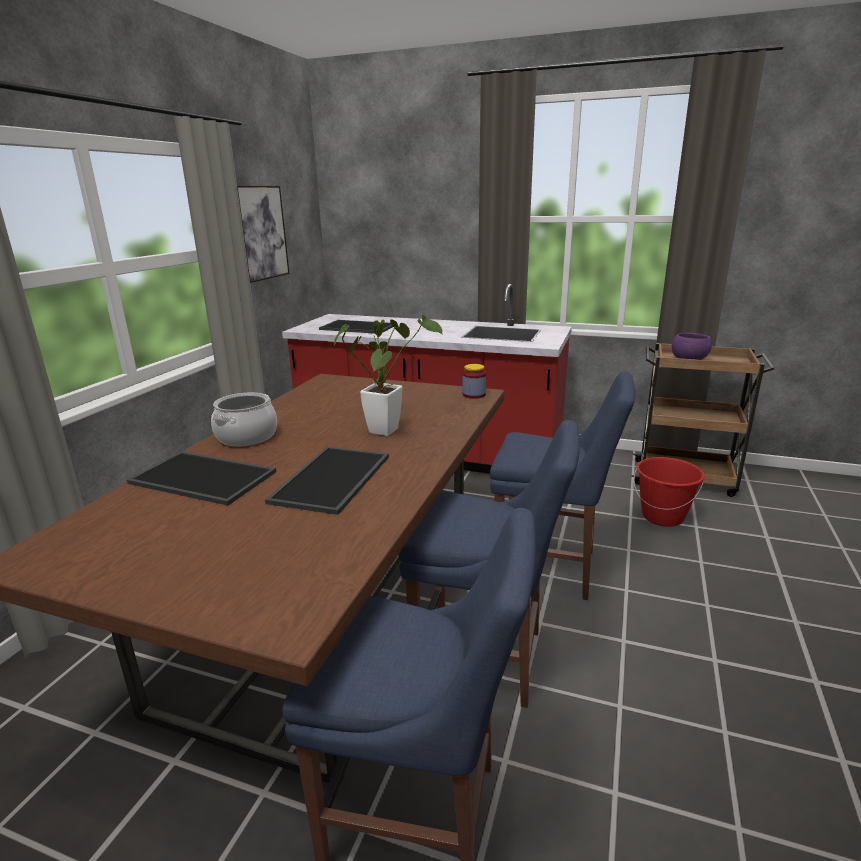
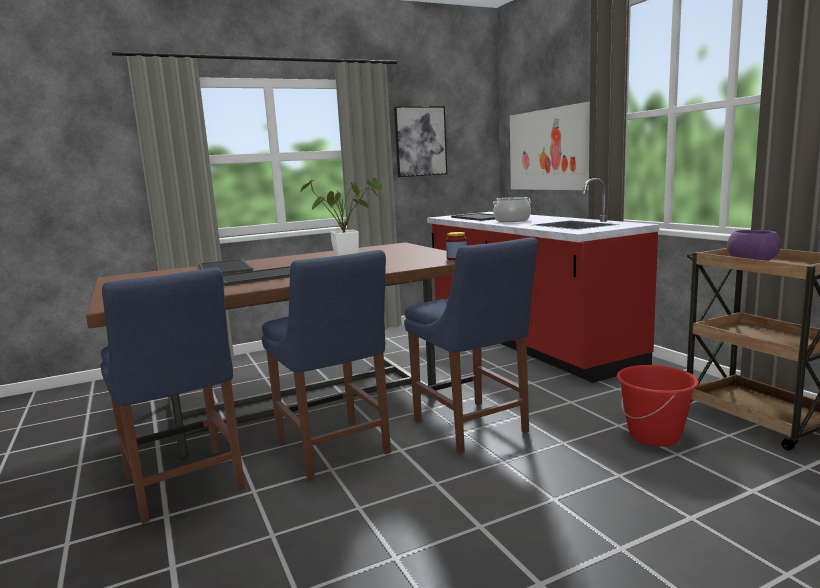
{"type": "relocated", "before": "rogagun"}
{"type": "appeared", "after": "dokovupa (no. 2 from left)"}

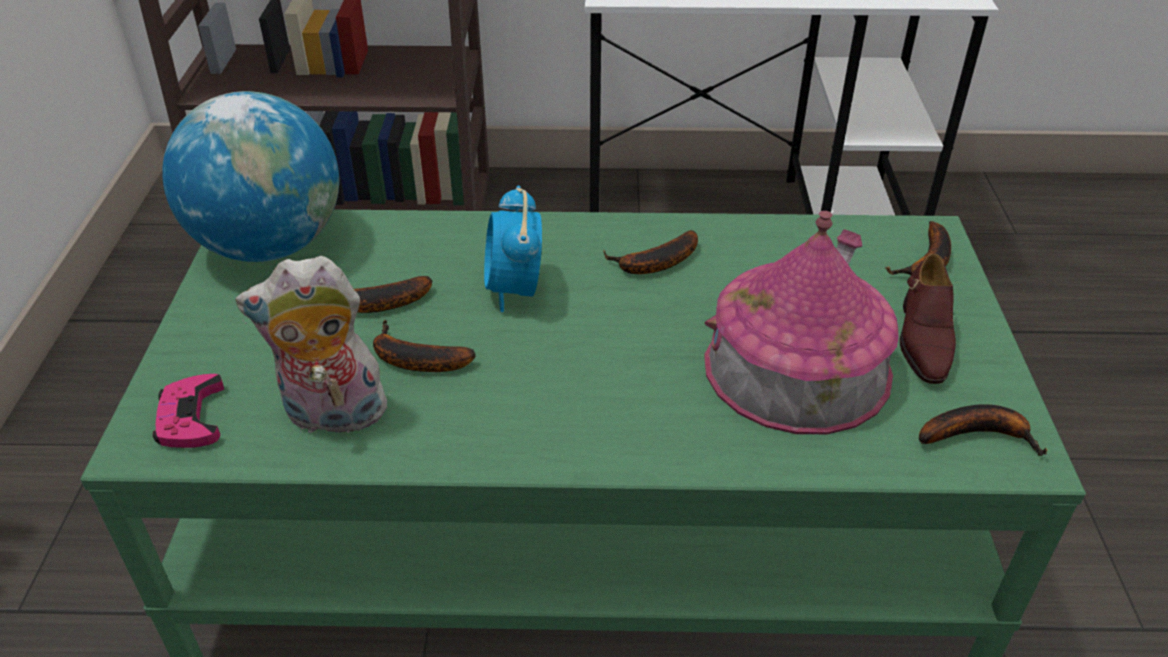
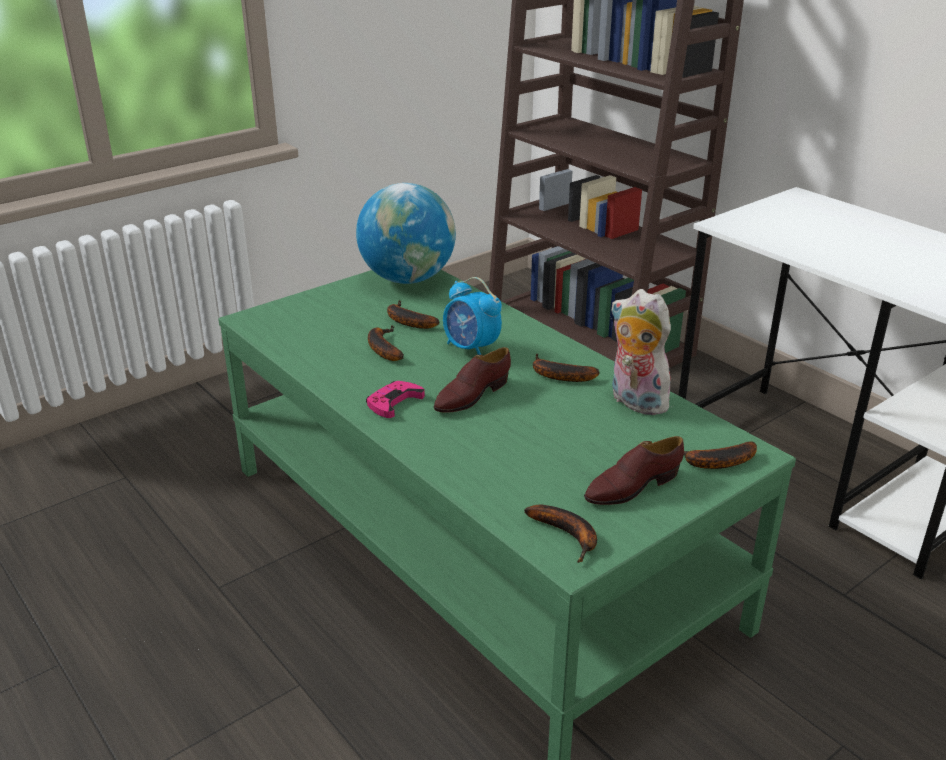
{"type": "relocated", "before": "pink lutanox"}
{"type": "relocated", "before": "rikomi"}
{"type": "spun", "before": "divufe", "turn": -90}
{"type": "missing", "before": "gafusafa"}
{"type": "appeared", "after": "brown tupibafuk (no. 1 from left)"}

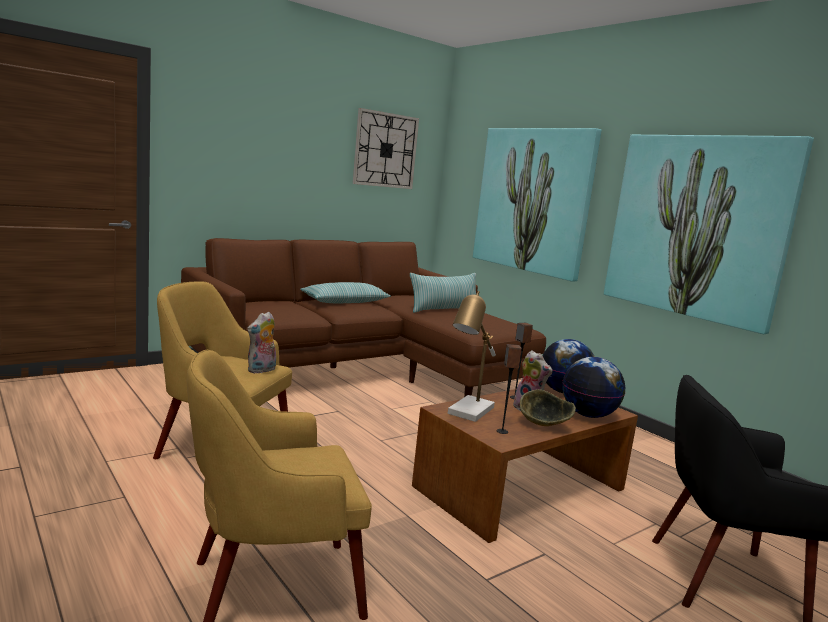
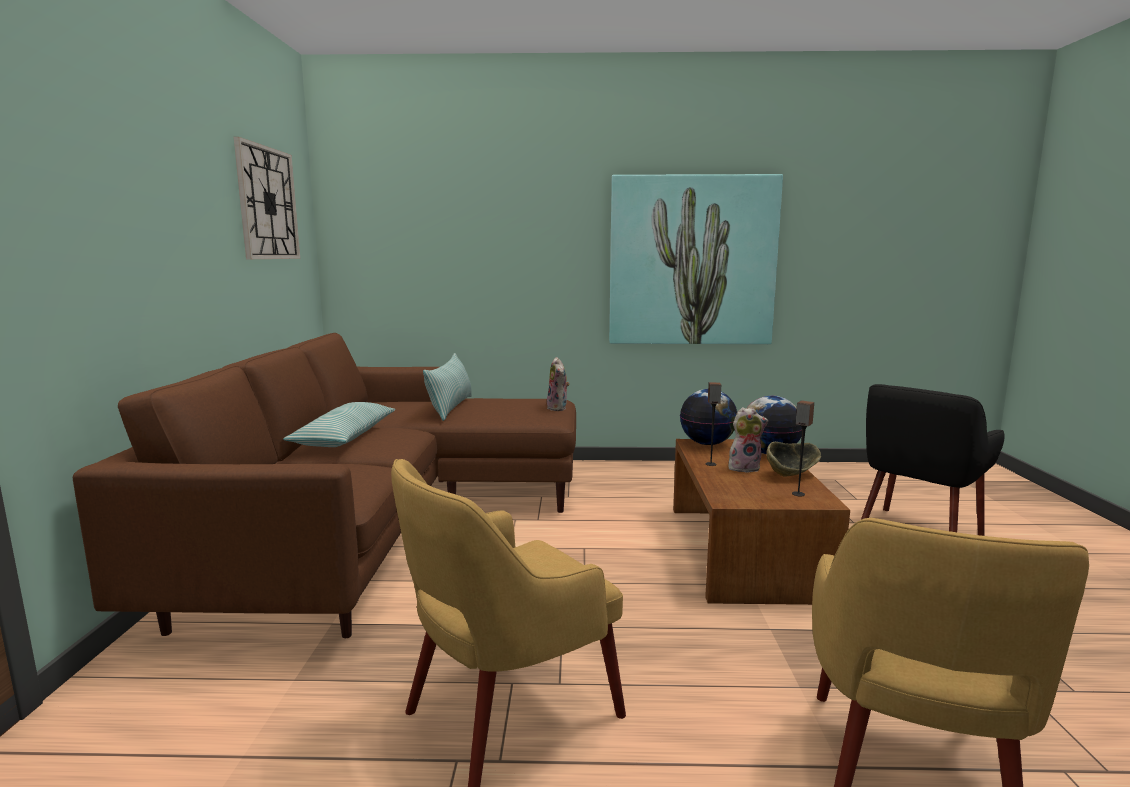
{"type": "relocated", "before": "rikomi (no. 1 from left)"}
{"type": "missing", "before": "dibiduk"}
{"type": "missing", "before": "dokovupa (no. 1 from left)"}

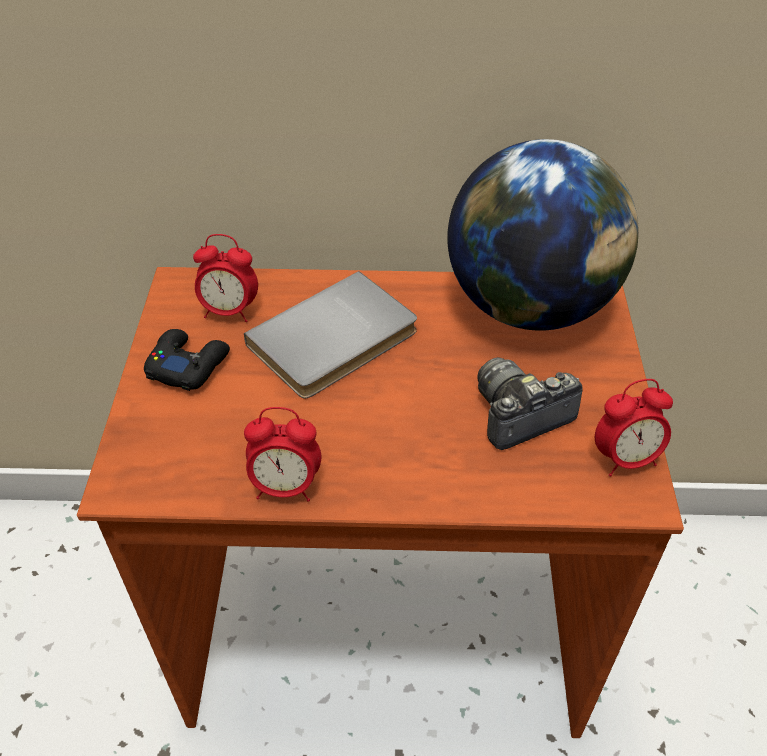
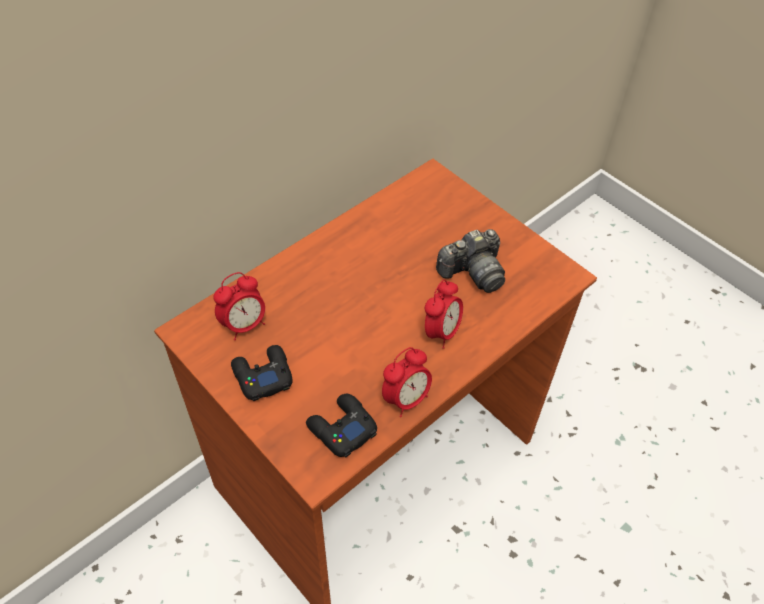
{"type": "missing", "before": "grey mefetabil"}
{"type": "missing", "before": "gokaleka"}
{"type": "spun", "before": "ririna", "turn": -135}
{"type": "relocated", "before": "divufe (no. 3 from left)"}
{"type": "appeared", "after": "black lutanox (no. 2 from left)"}

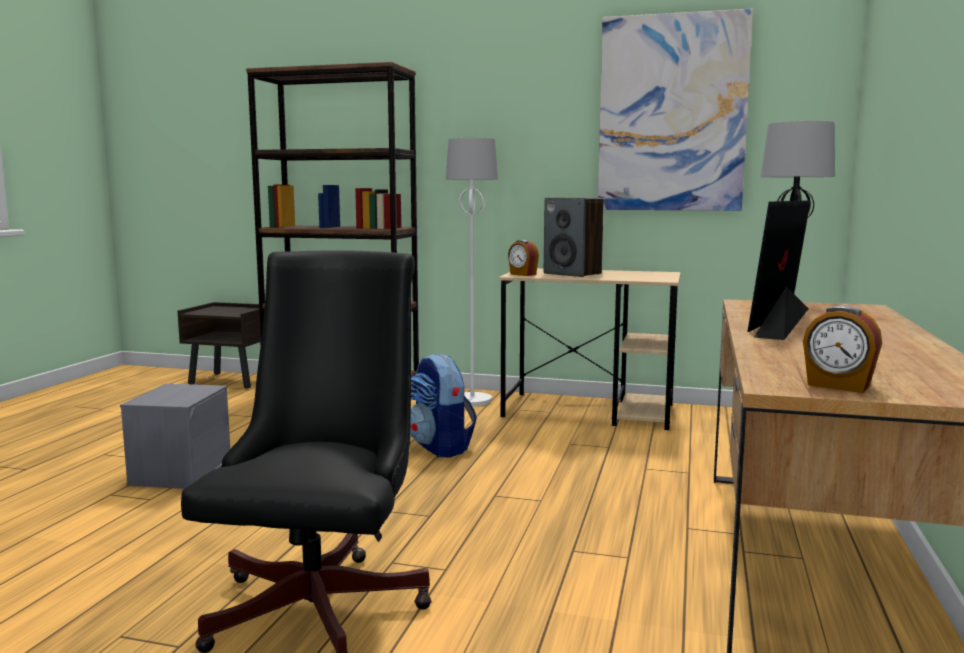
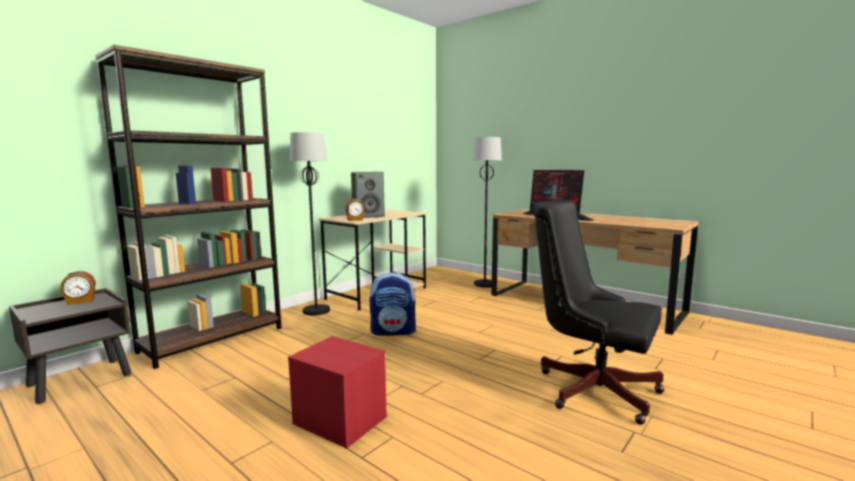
{"type": "colour", "before": "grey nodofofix", "after": "red nodofofix"}
{"type": "colour", "before": "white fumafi", "after": "black fumafi (no. 1 from left)"}
{"type": "missing", "before": "dokovupa"}
{"type": "relocated", "before": "divufe (no. 2 from left in the first image)", "after": "divufe (no. 1 from left)"}

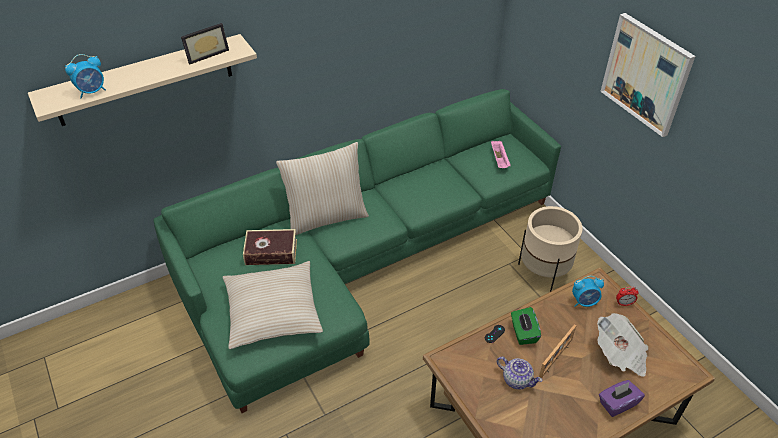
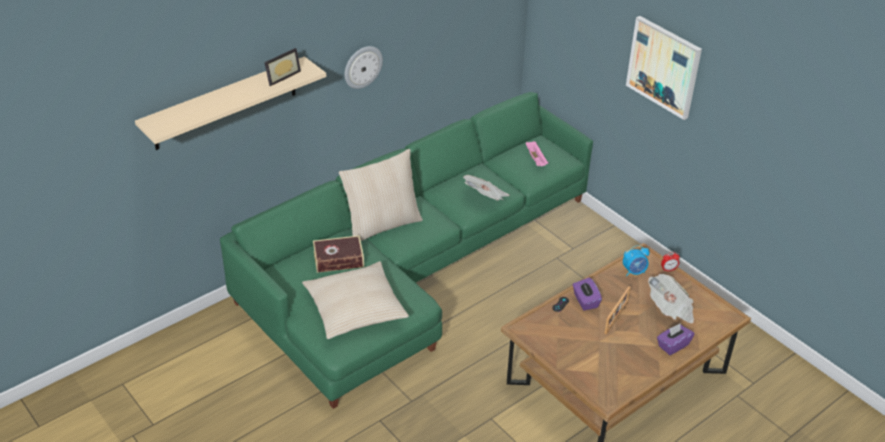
{"type": "missing", "before": "divufe (no. 1 from left)"}
{"type": "missing", "before": "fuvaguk"}
{"type": "colour", "before": "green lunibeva", "after": "purple lunibeva (no. 1 from left)"}
{"type": "missing", "before": "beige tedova"}
{"type": "appeared", "after": "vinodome"}
{"type": "appeared", "after": "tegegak (no. 1 from left)"}

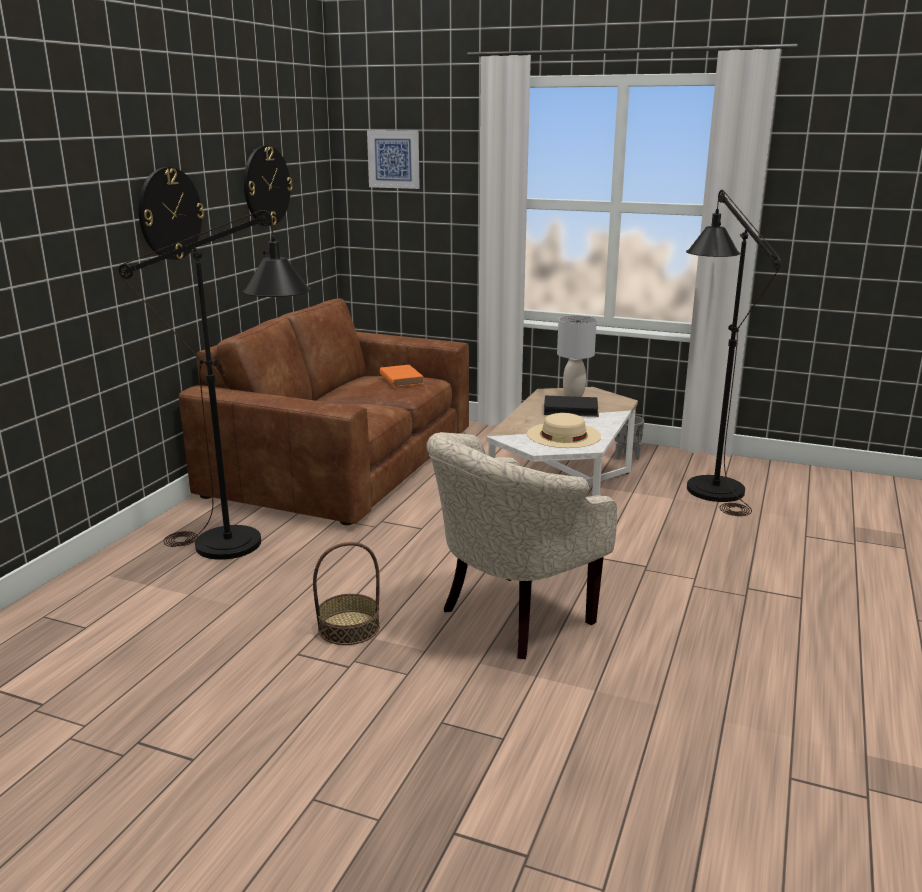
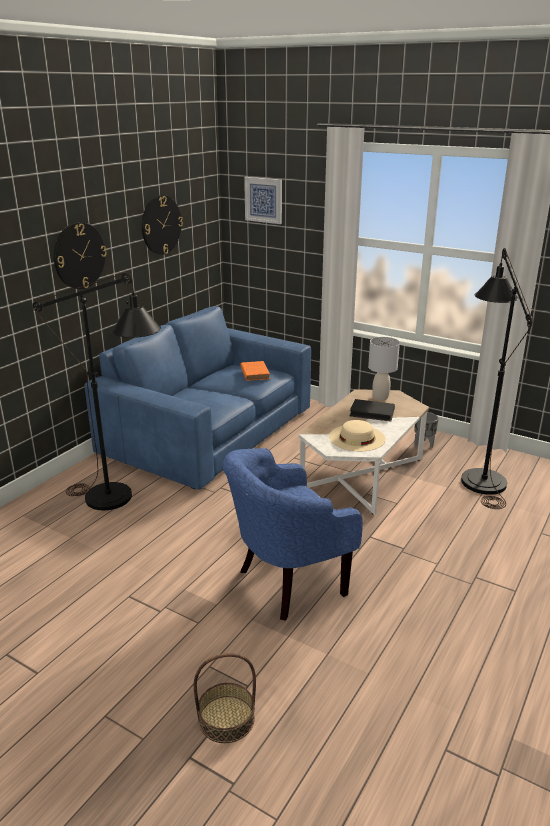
{"type": "colour", "before": "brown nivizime", "after": "blue nivizime"}
{"type": "relocated", "before": "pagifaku"}
{"type": "colour", "before": "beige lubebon", "after": "blue lubebon"}

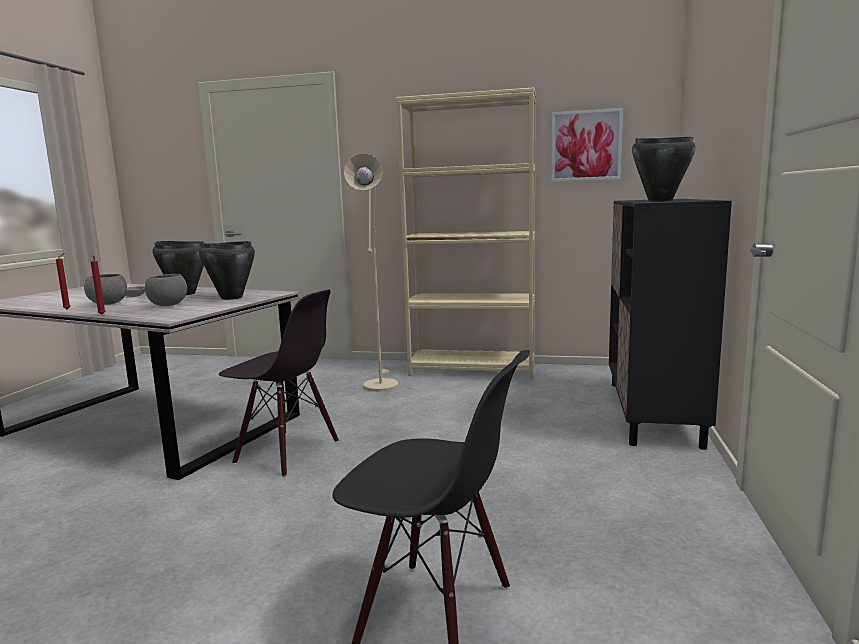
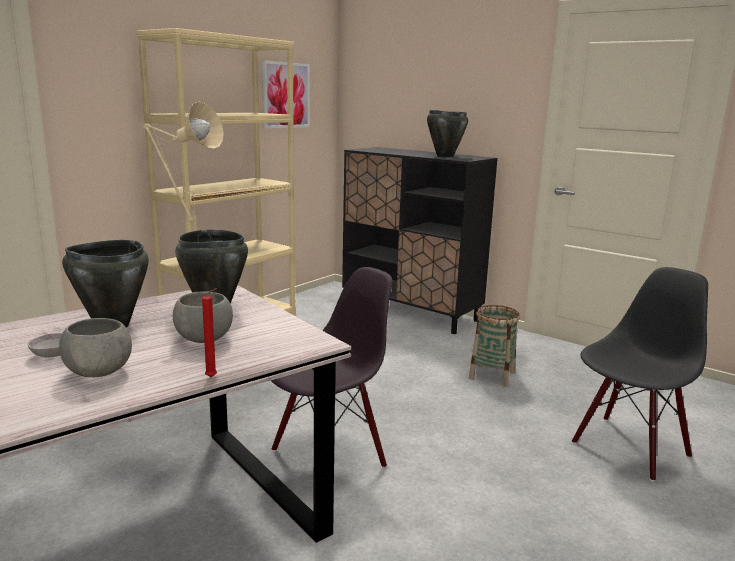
{"type": "missing", "before": "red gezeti (no. 1 from left)"}
{"type": "appeared", "after": "pagifaku"}

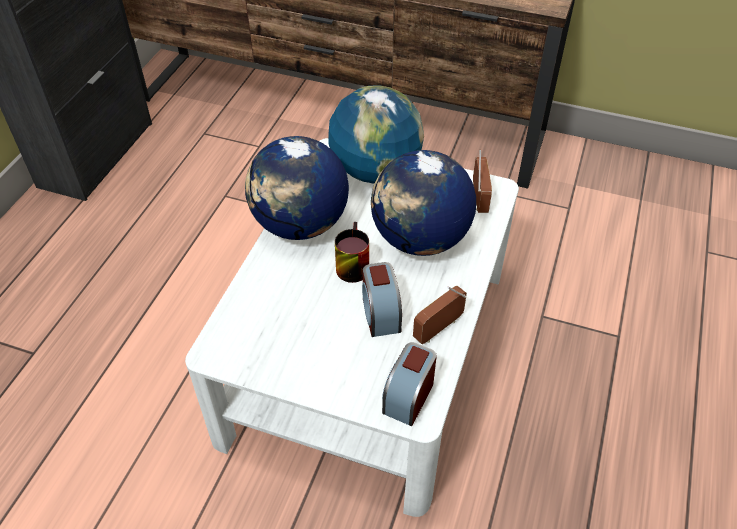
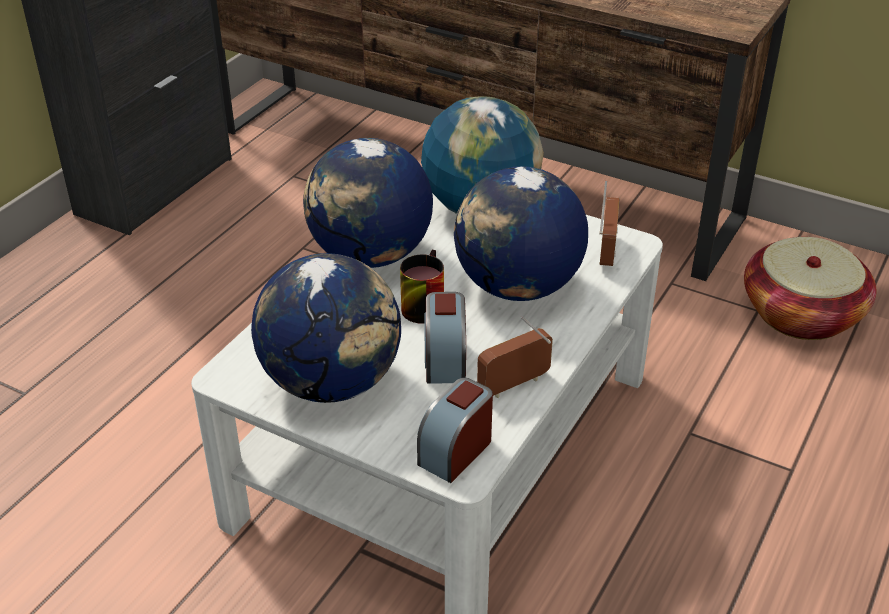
{"type": "appeared", "after": "gokaleka (no. 1 from left)"}
{"type": "appeared", "after": "pagifaku"}

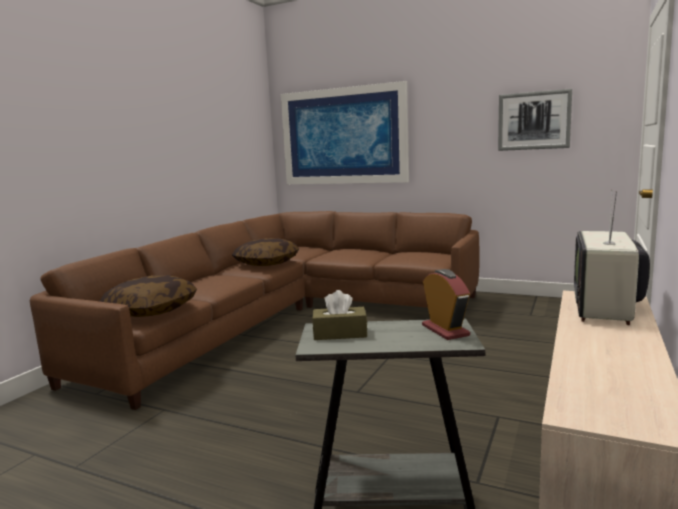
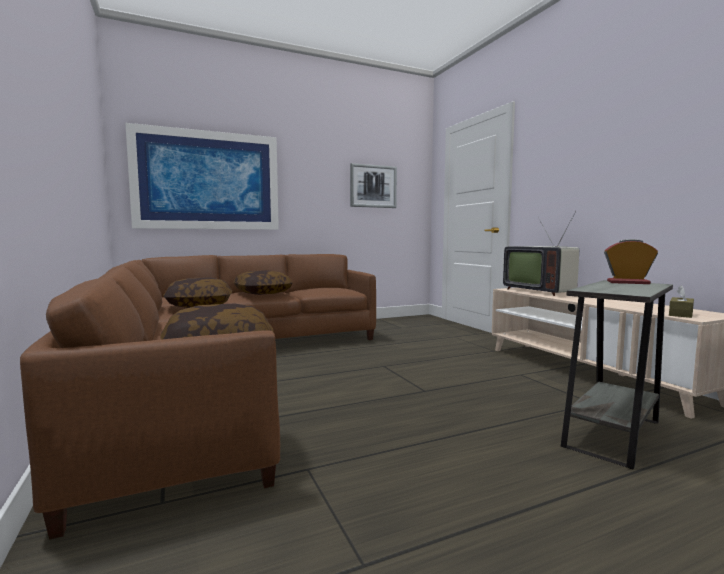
{"type": "relocated", "before": "brown lunibeva"}
{"type": "appeared", "after": "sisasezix (no. 3 from left)"}

